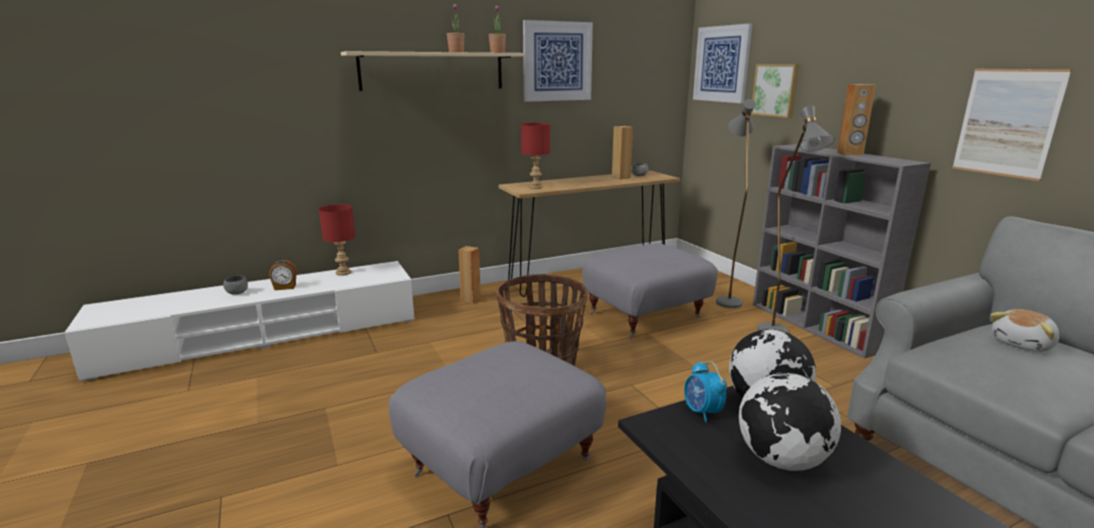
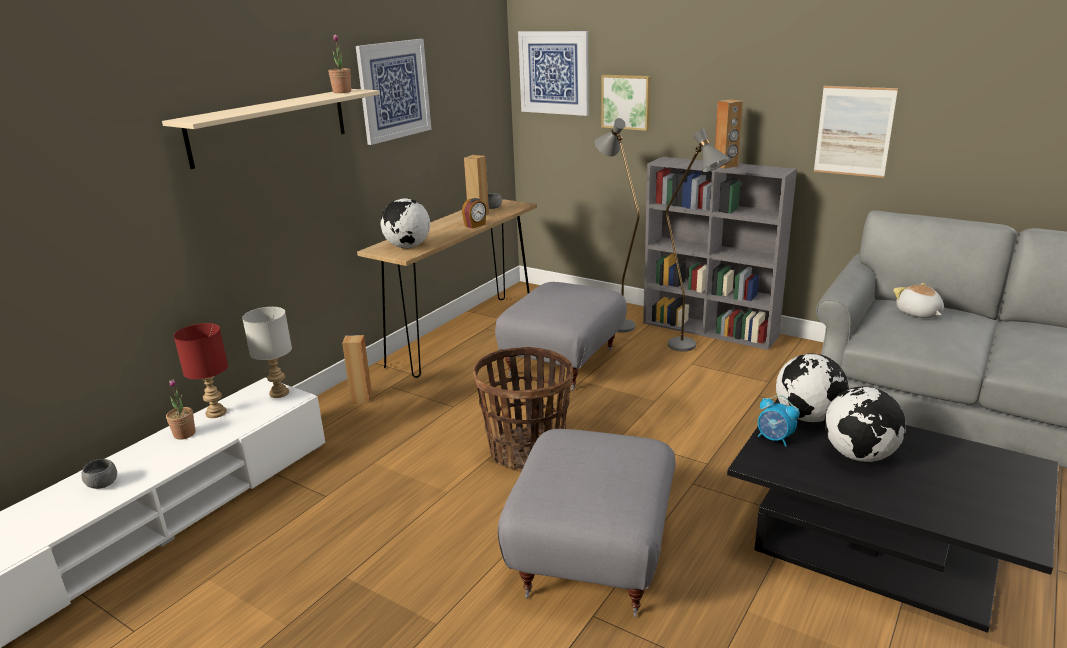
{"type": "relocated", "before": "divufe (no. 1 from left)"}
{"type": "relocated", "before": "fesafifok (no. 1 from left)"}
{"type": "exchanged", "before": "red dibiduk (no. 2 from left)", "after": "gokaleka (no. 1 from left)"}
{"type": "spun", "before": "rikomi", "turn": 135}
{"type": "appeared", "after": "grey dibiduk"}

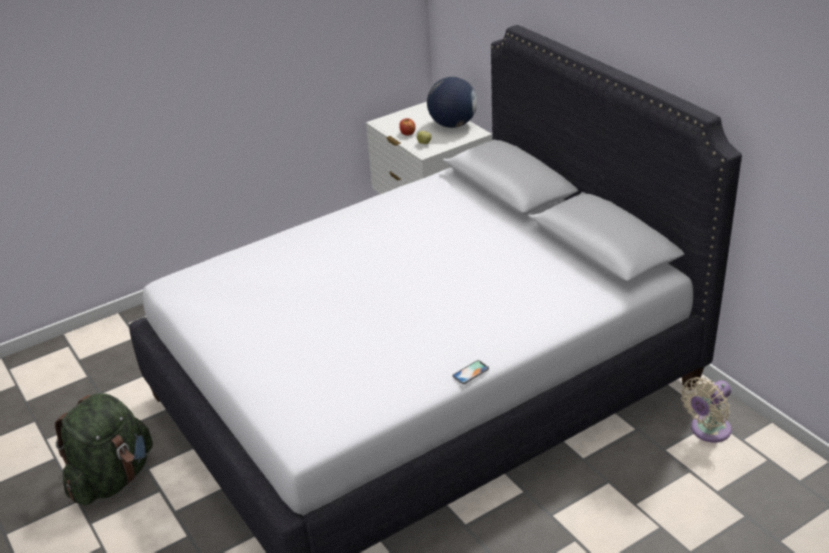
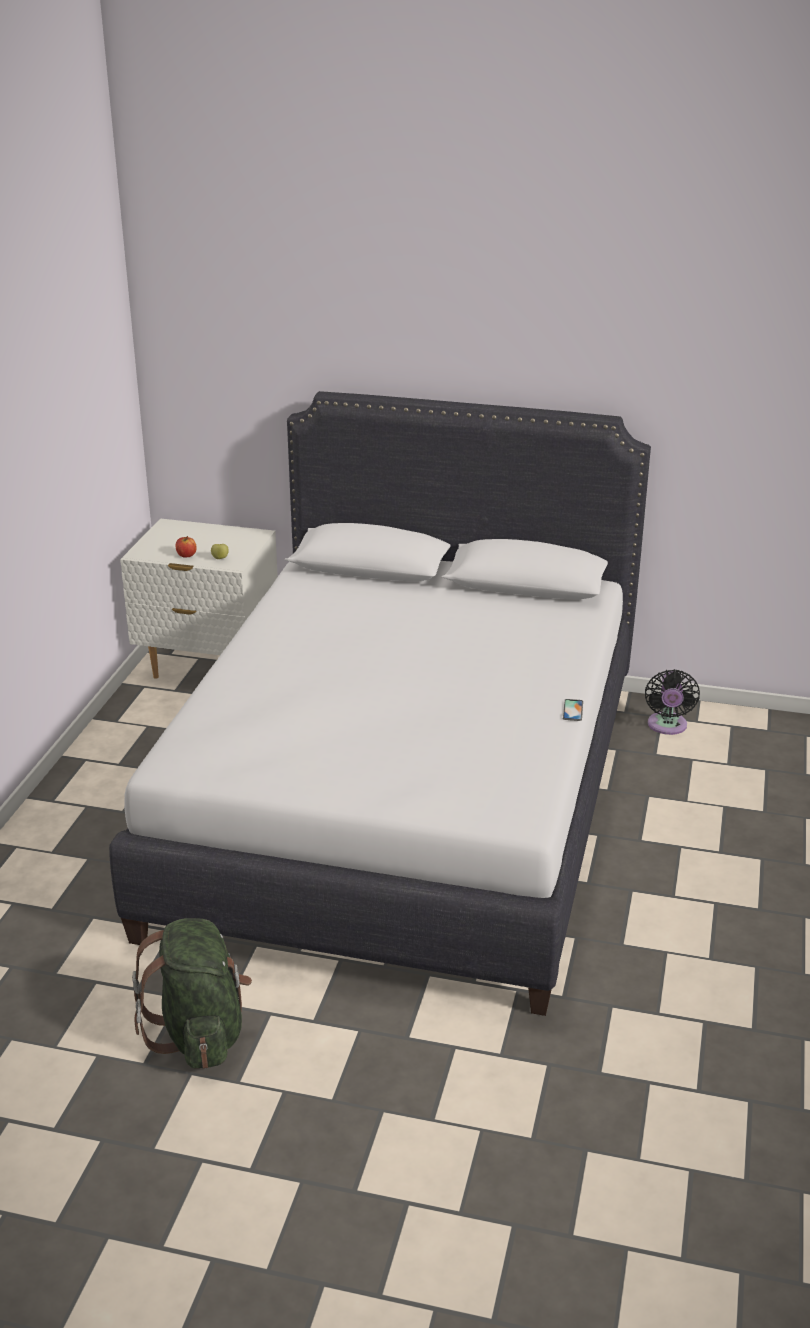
{"type": "missing", "before": "gokaleka"}
{"type": "colour", "before": "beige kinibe", "after": "black kinibe"}

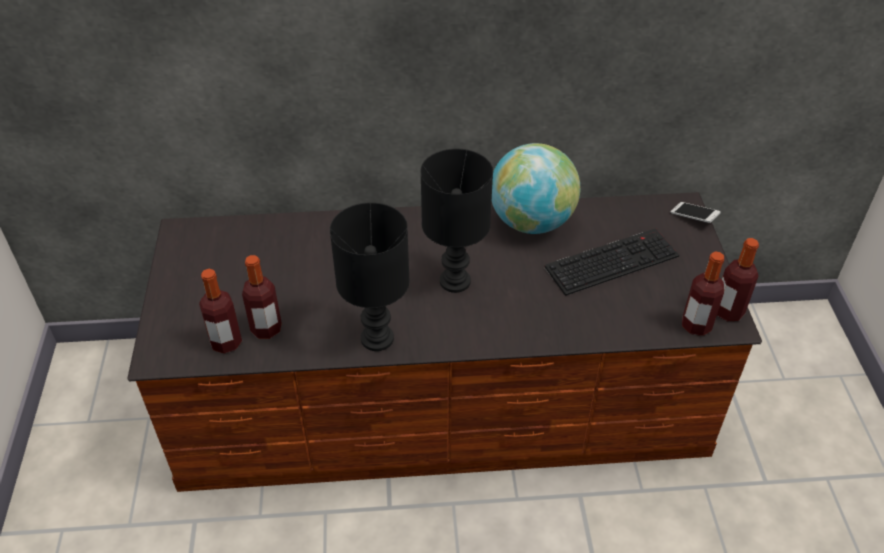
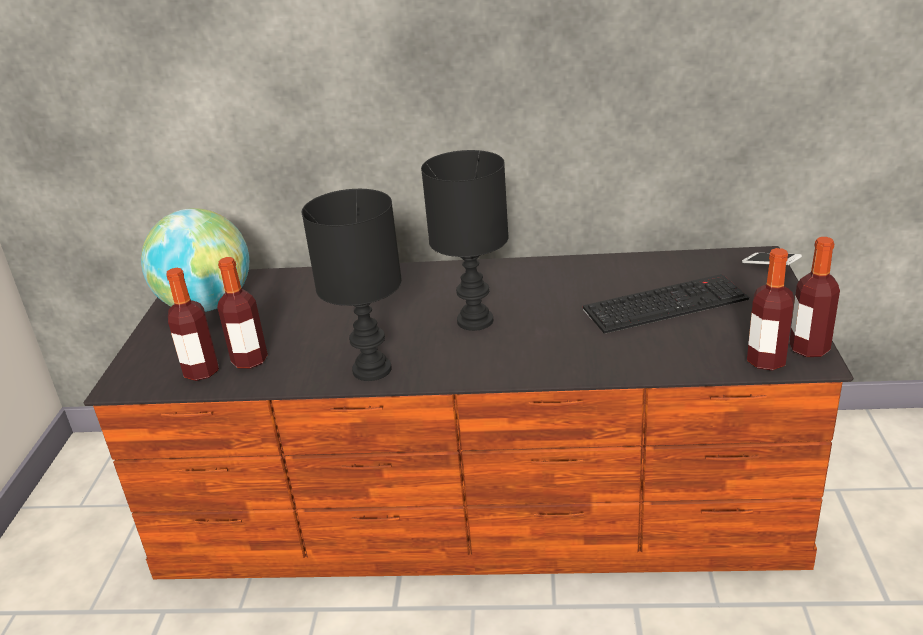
{"type": "relocated", "before": "gokaleka"}

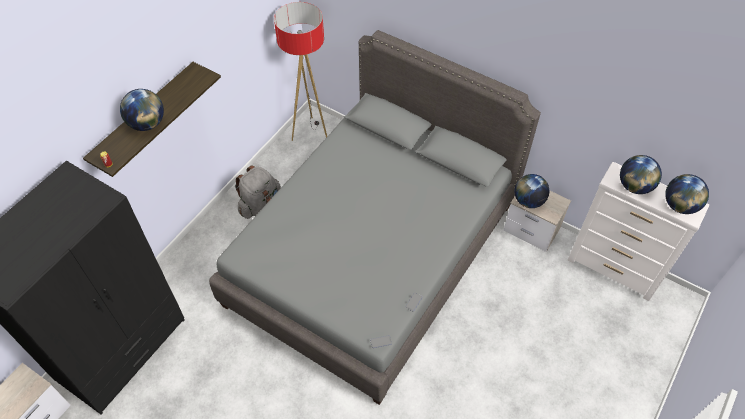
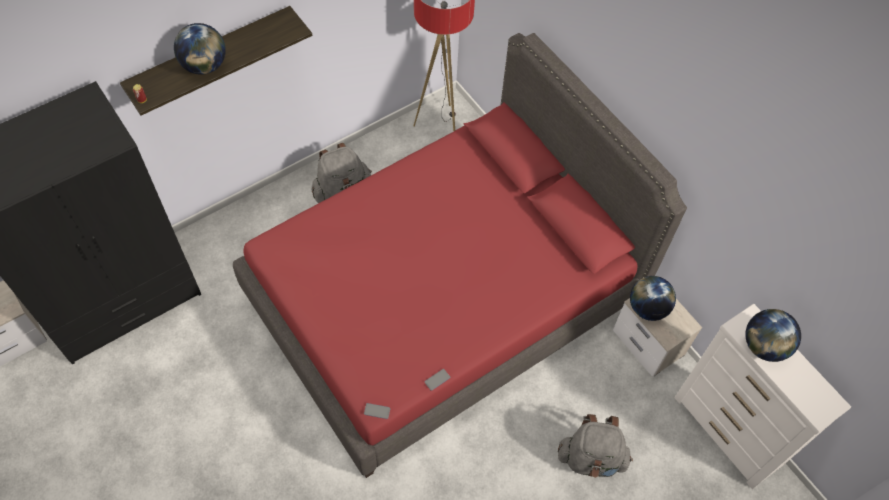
{"type": "colour", "before": "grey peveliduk", "after": "red peveliduk"}
{"type": "missing", "before": "gokaleka (no. 4 from left)"}
{"type": "appeared", "after": "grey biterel (no. 2 from left)"}

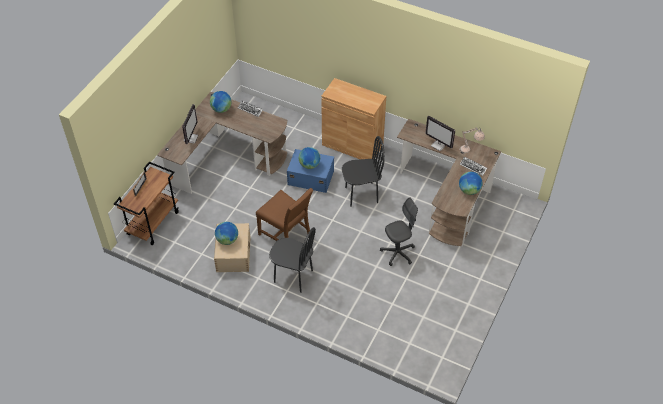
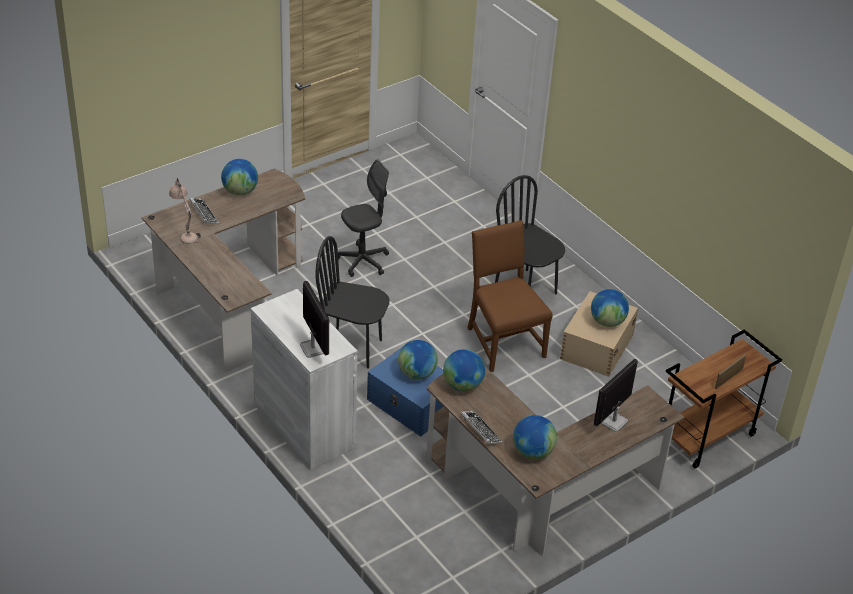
{"type": "colour", "before": "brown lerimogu", "after": "white lerimogu"}
{"type": "spun", "before": "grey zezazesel", "turn": 150}
{"type": "relocated", "before": "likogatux (no. 2 from left in the first image)", "after": "likogatux (no. 1 from left)"}
{"type": "appeared", "after": "gokaleka (no. 3 from left)"}

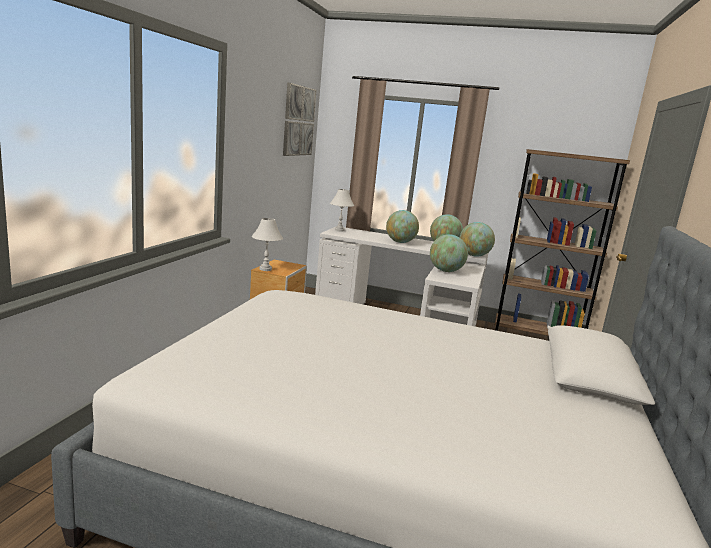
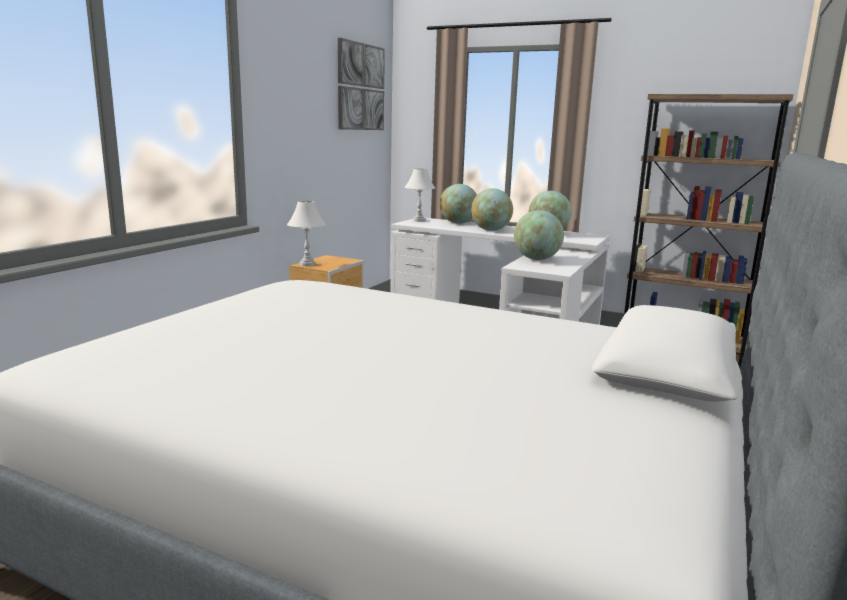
{"type": "relocated", "before": "gokaleka (no. 4 from left in the first image)", "after": "gokaleka (no. 1 from left)"}

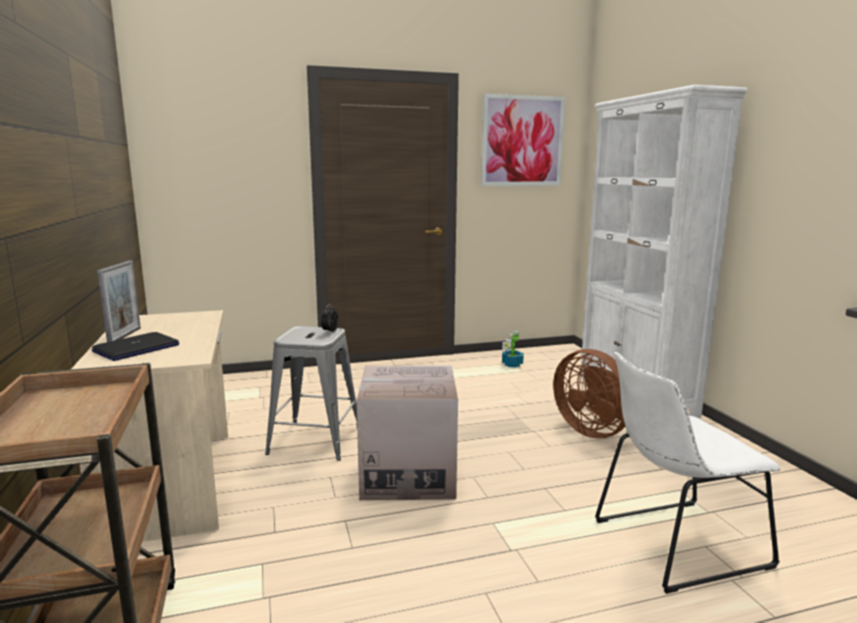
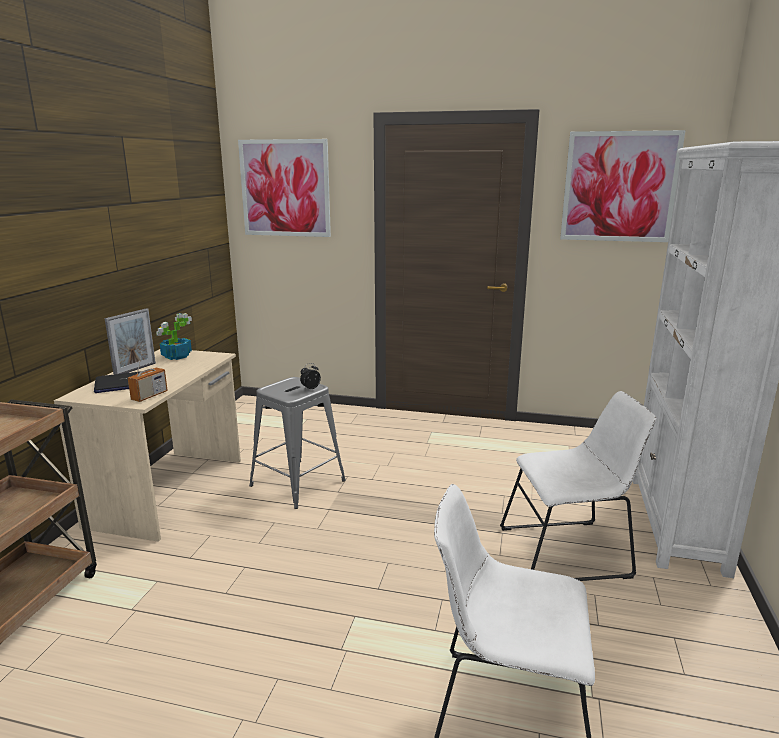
{"type": "missing", "before": "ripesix"}
{"type": "relocated", "before": "fesafifok"}
{"type": "exchanged", "before": "brown kinibe", "after": "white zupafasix (no. 2 from left)"}
{"type": "appeared", "after": "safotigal"}
{"type": "appeared", "after": "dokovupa (no. 1 from left)"}

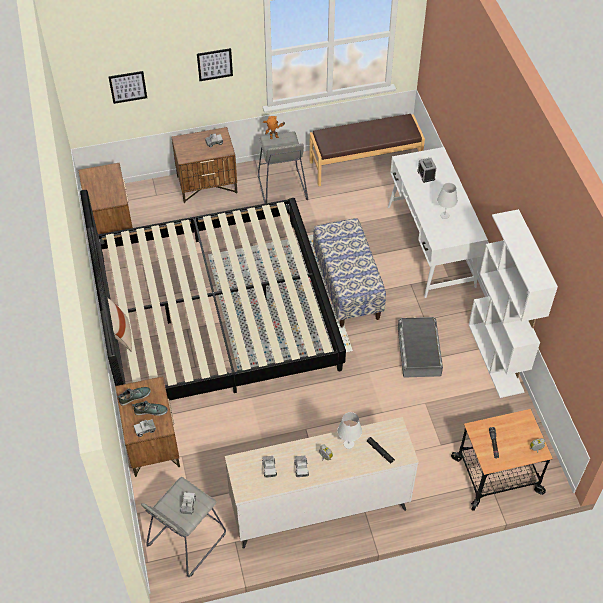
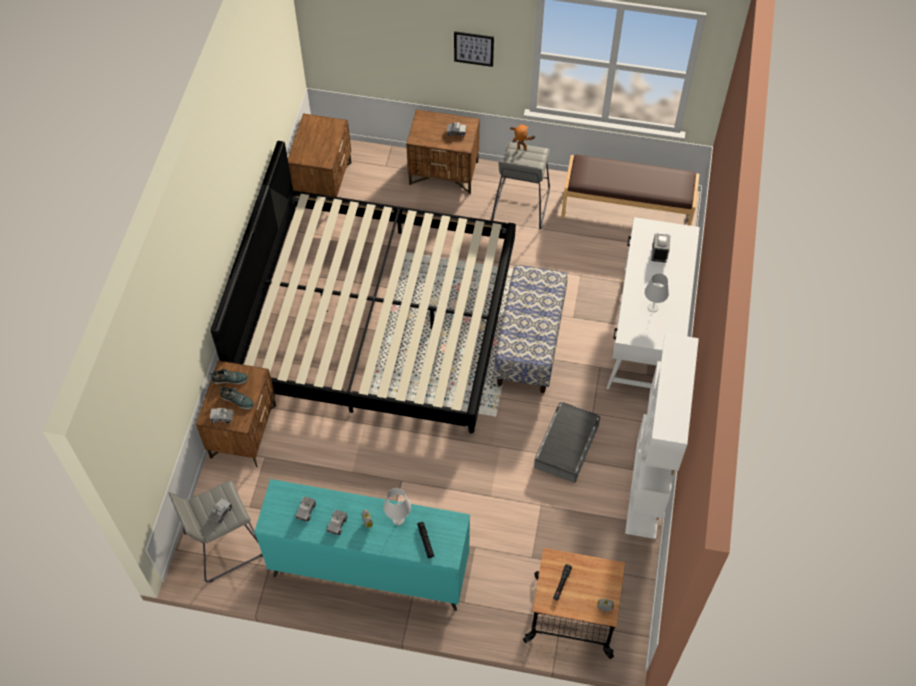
{"type": "missing", "before": "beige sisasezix"}
{"type": "missing", "before": "dokovupa (no. 1 from left)"}
{"type": "colour", "before": "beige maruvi", "after": "turquoise maruvi"}

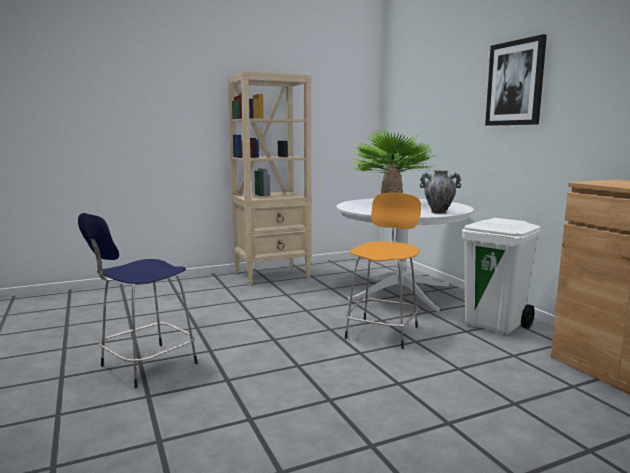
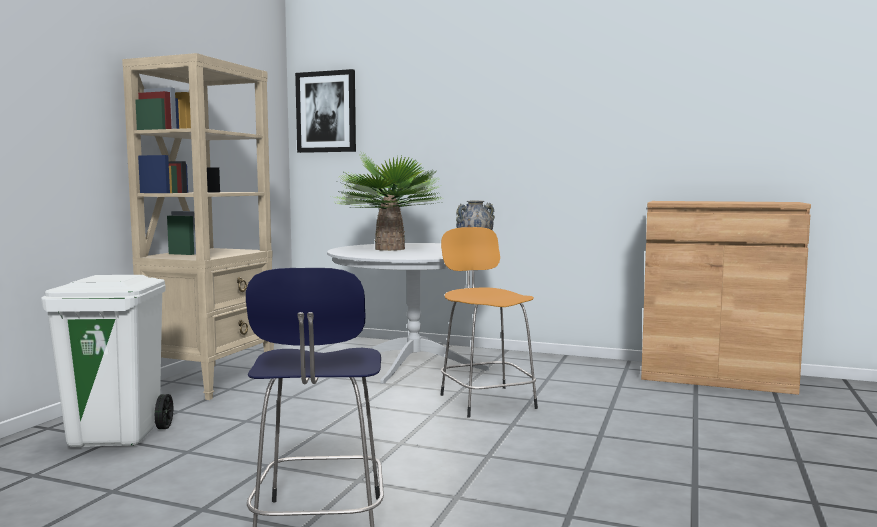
{"type": "relocated", "before": "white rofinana"}
{"type": "relocated", "before": "dokovupa"}

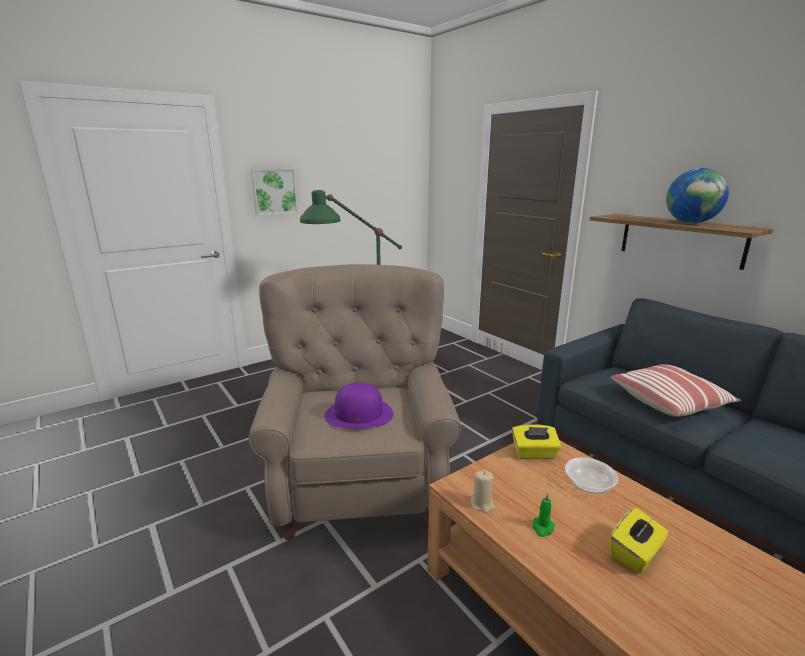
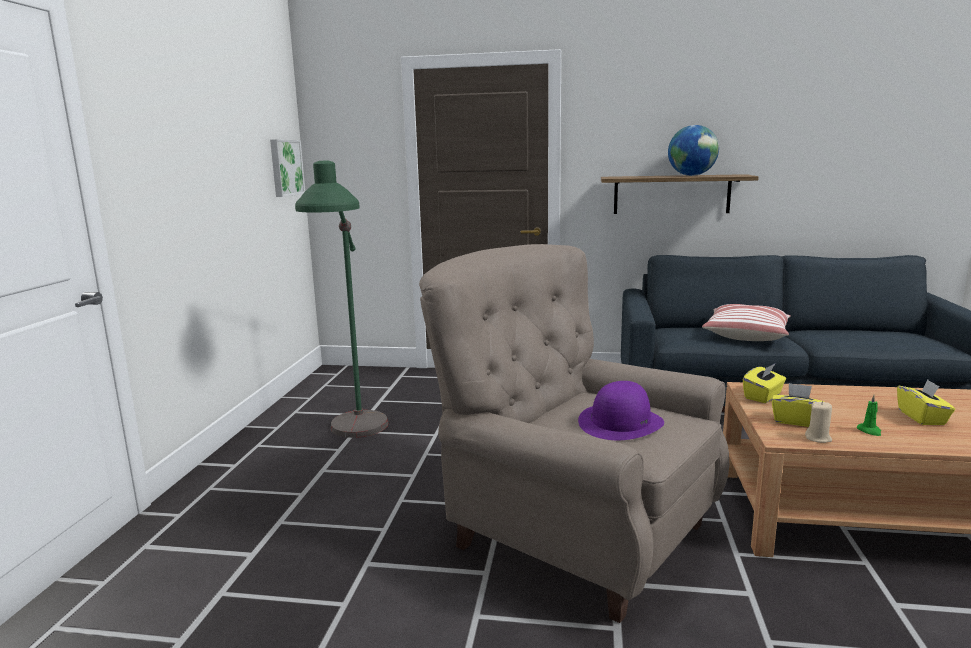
{"type": "relocated", "before": "dokovupa"}
{"type": "missing", "before": "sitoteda"}
{"type": "appeared", "after": "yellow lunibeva (no. 2 from left)"}

